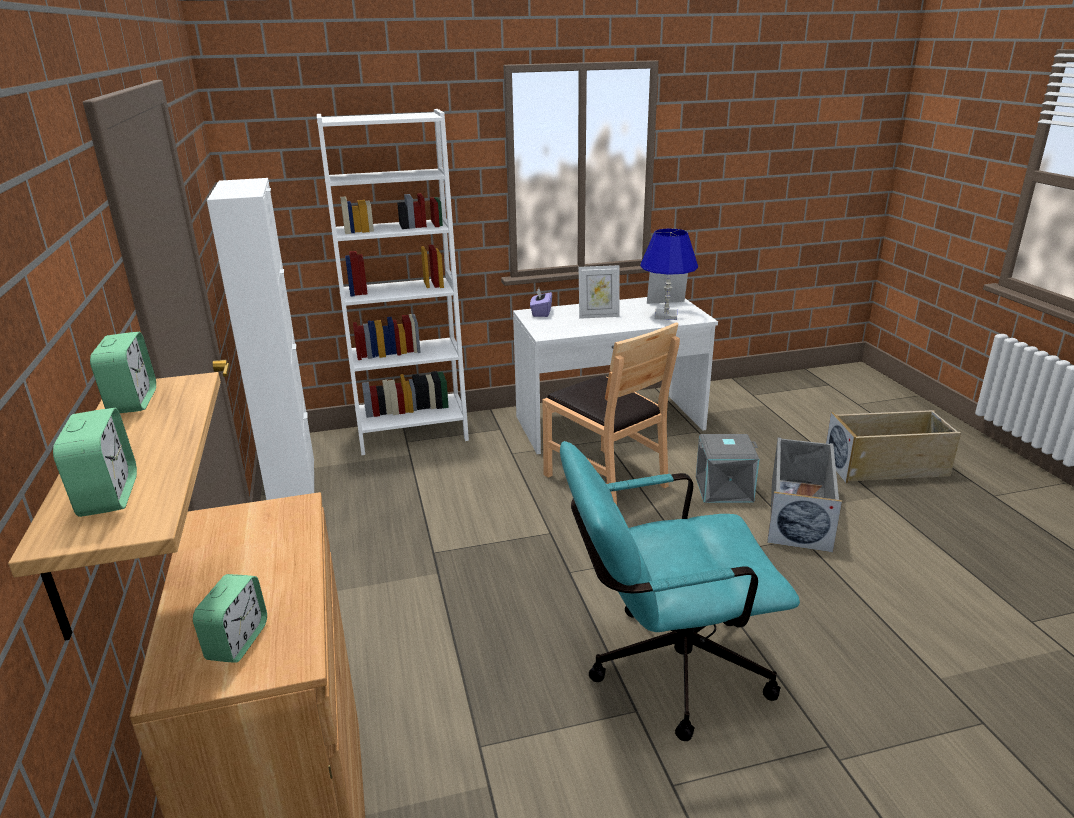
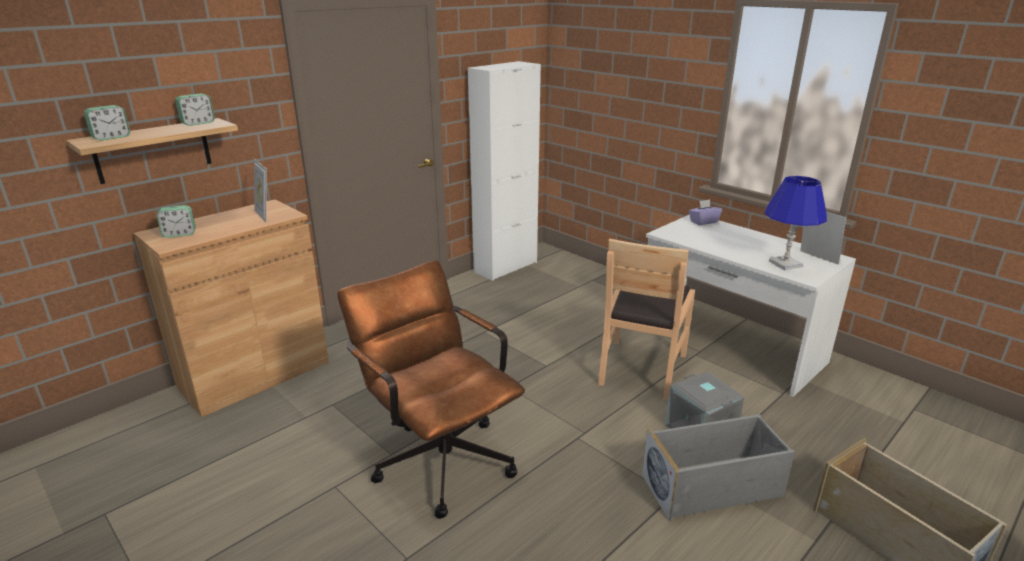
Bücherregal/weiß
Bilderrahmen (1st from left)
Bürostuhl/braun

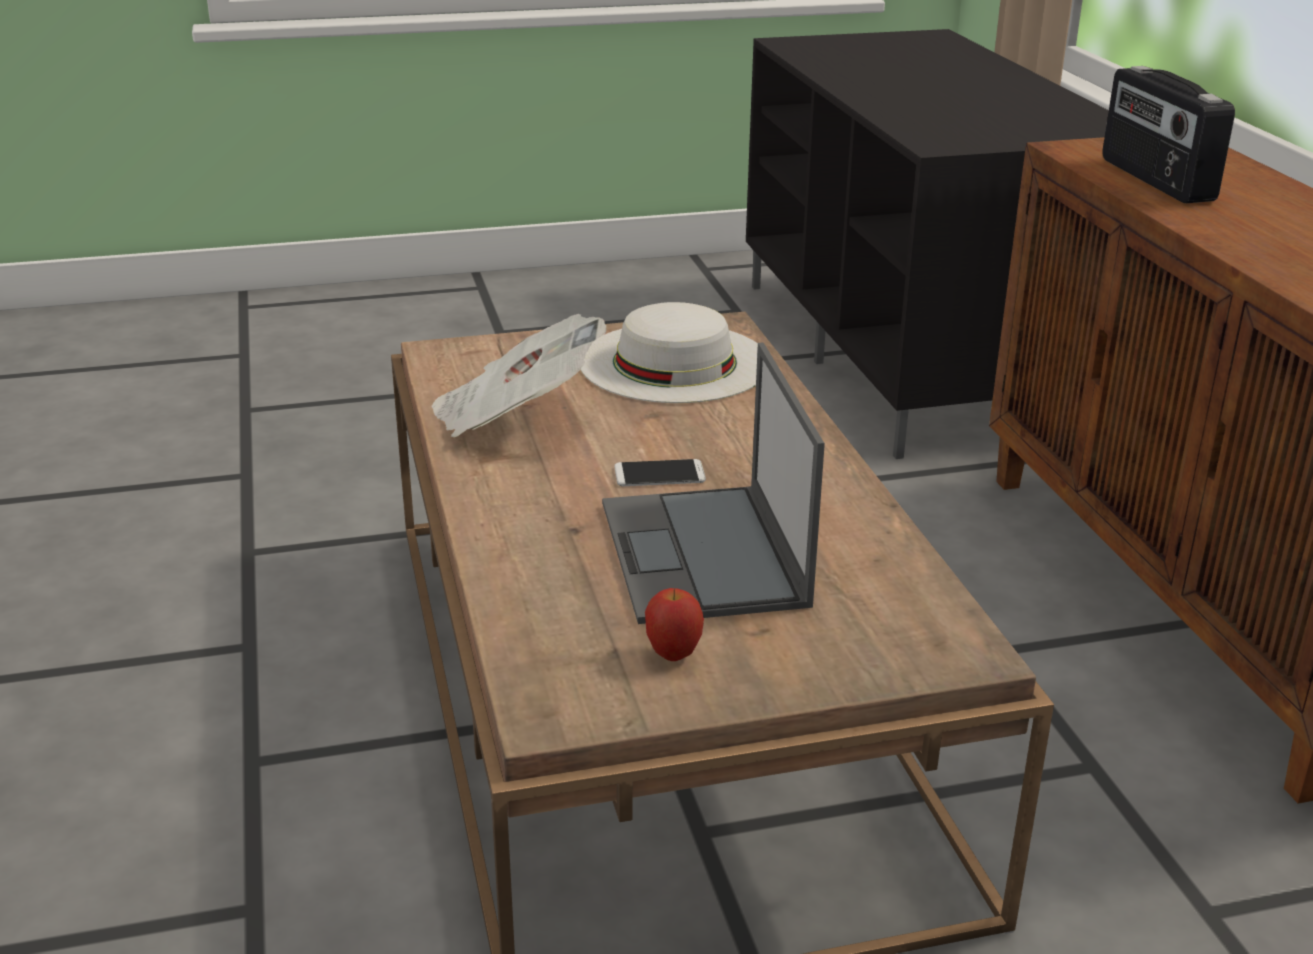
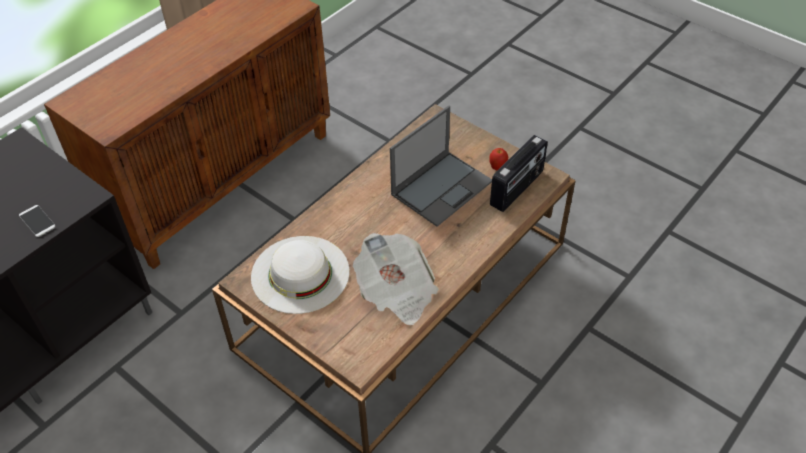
Radio
Handy

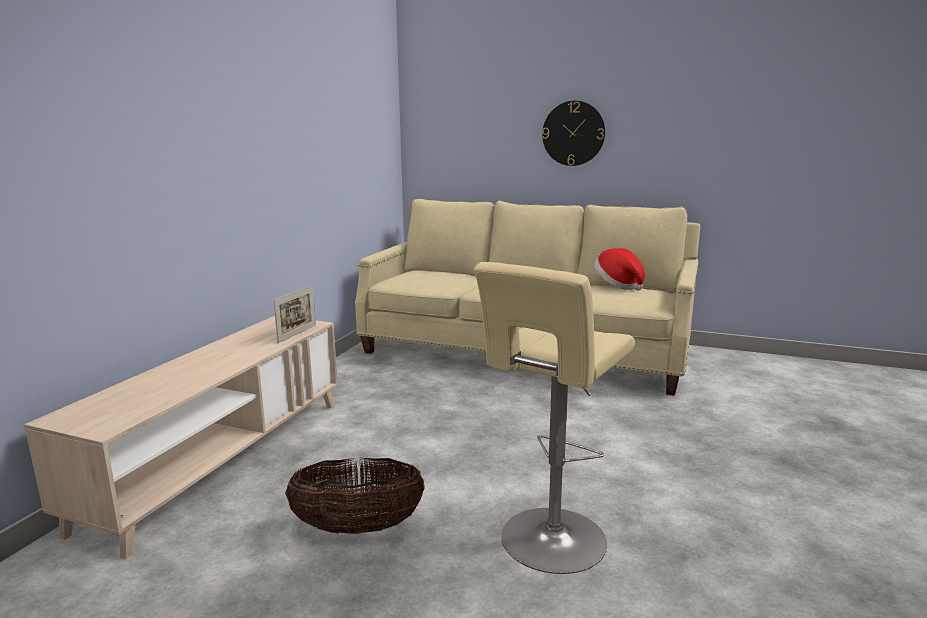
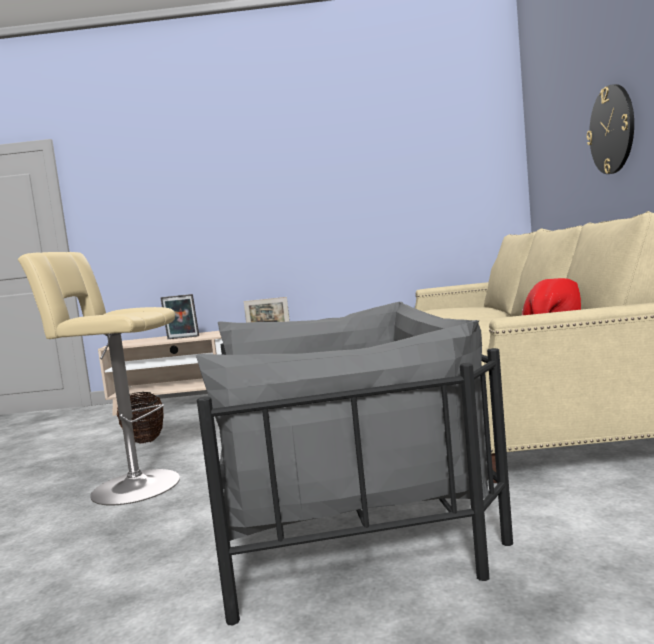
Bilderrahmen (1st from left)
Sessel/grau

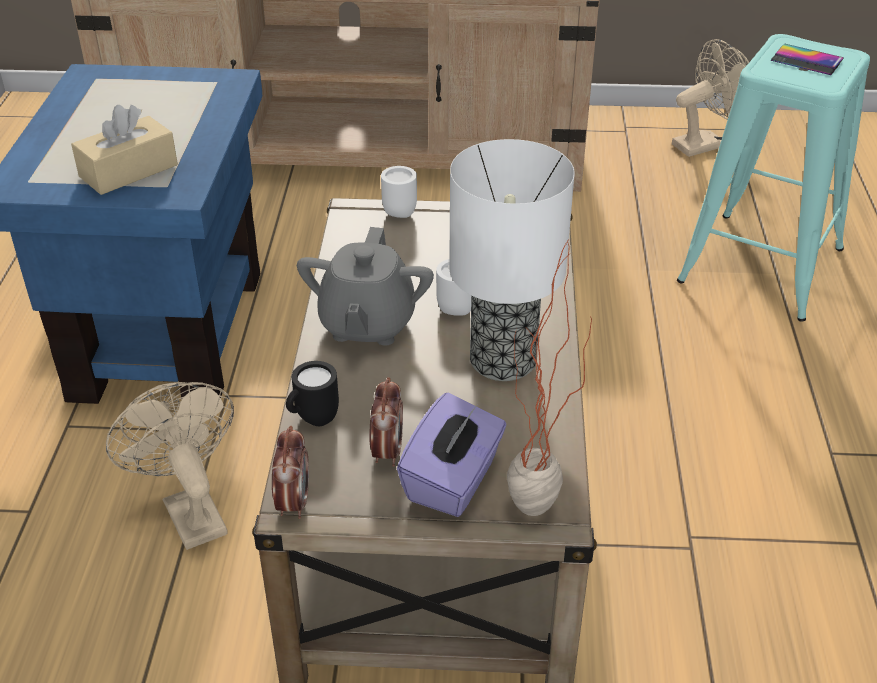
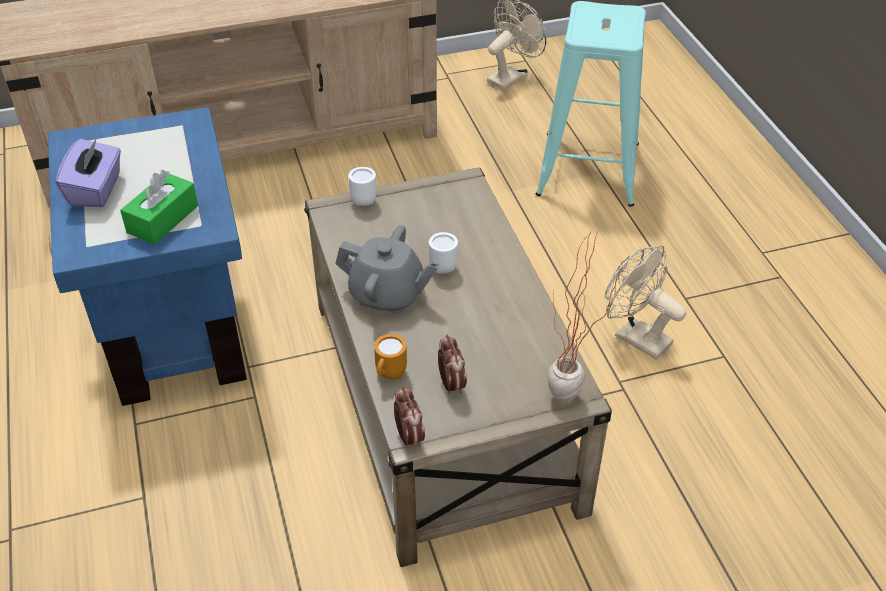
Handy
Taschentuchbox/grün
Tischlampe
Teekanne/grau
Henkelbecher/orange
Ventilator/beige (2nd from left)
Taschentuchbox/lila

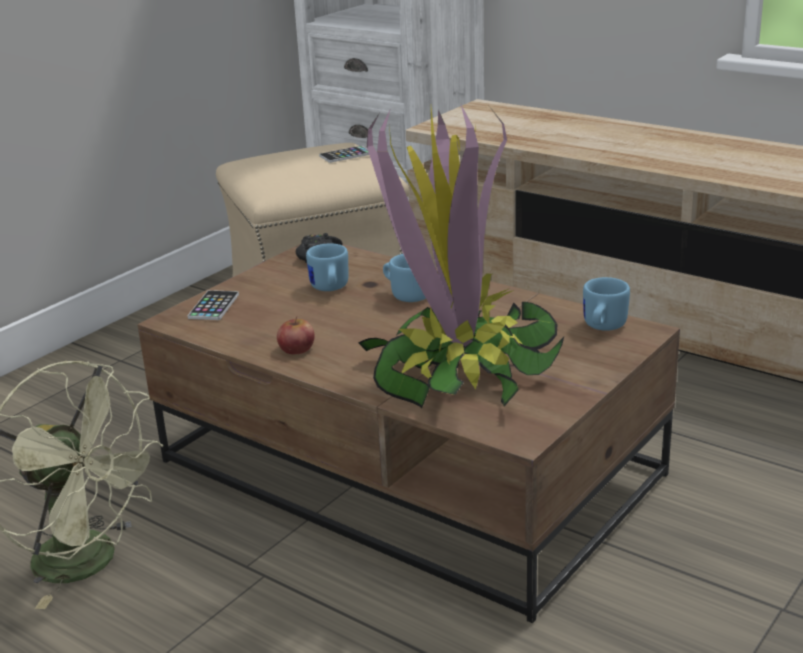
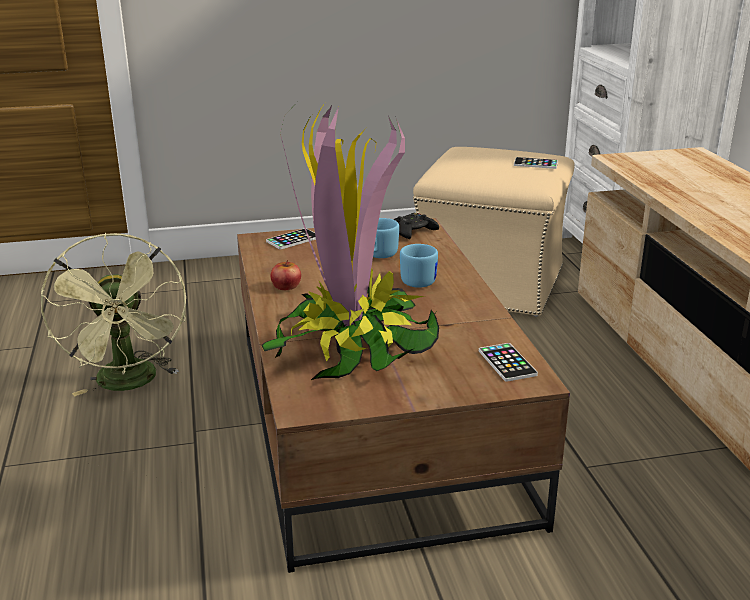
Handy (2nd from left)

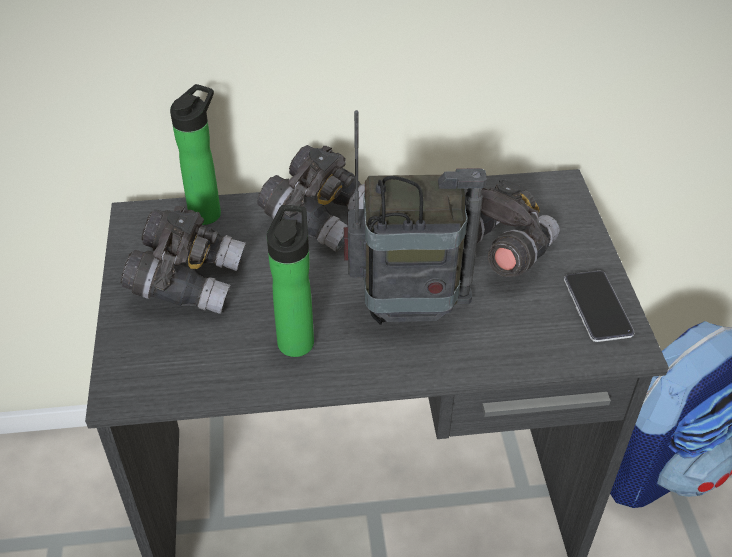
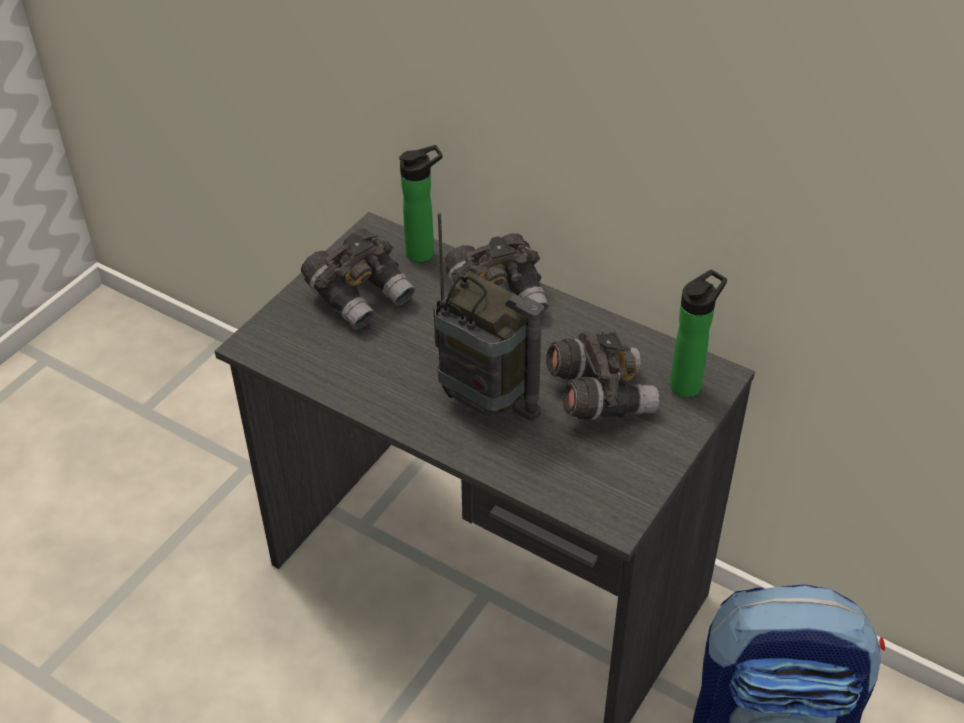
Flasche (2nd from left)
Handy

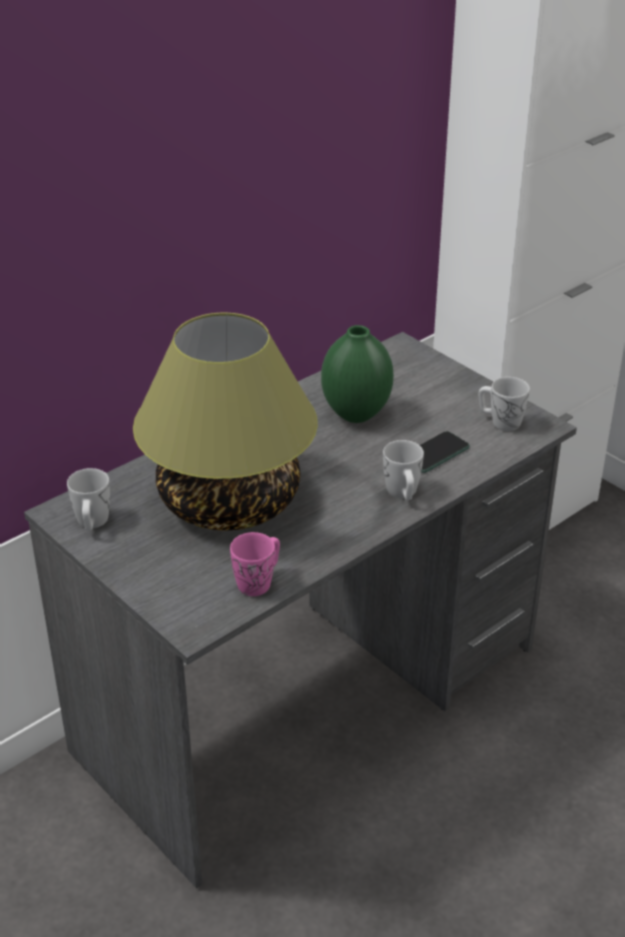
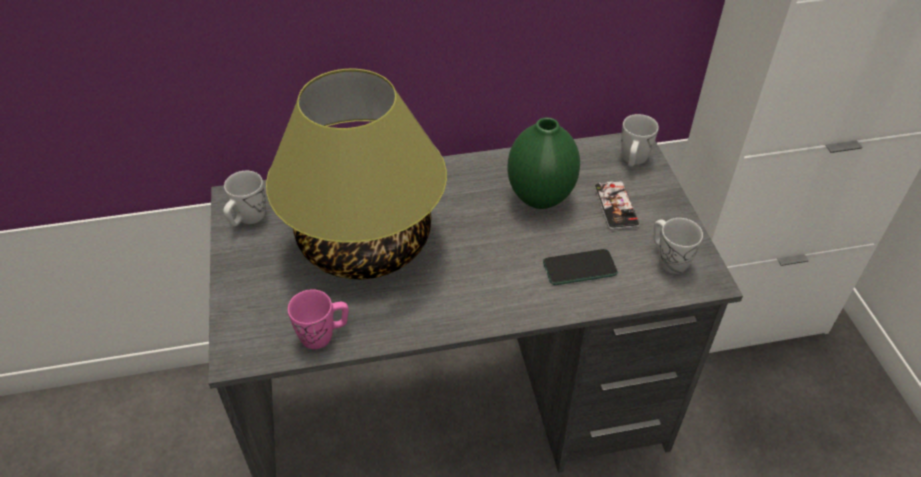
Henkelbecher/weiß (2nd from left)
Handy (2nd from left)

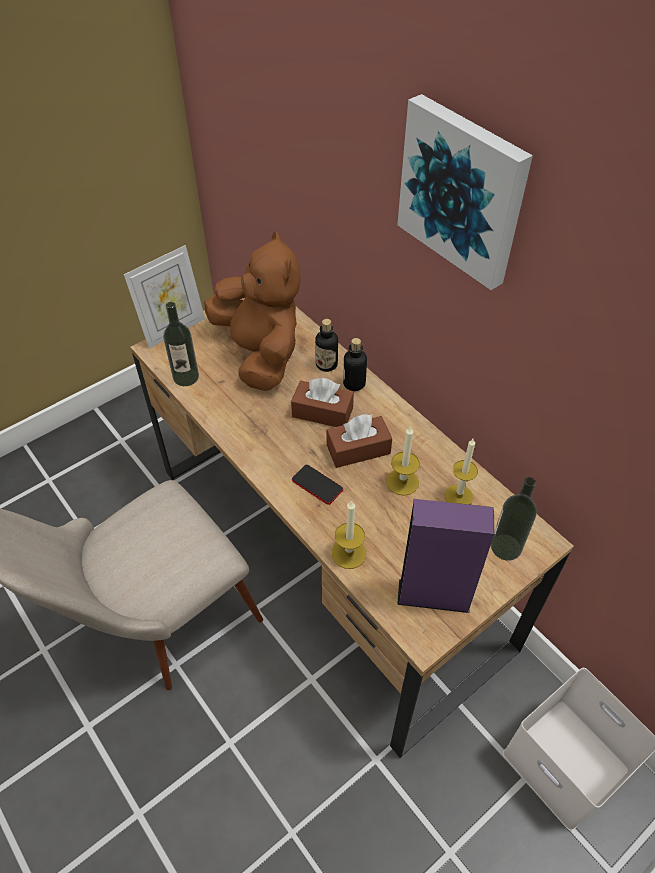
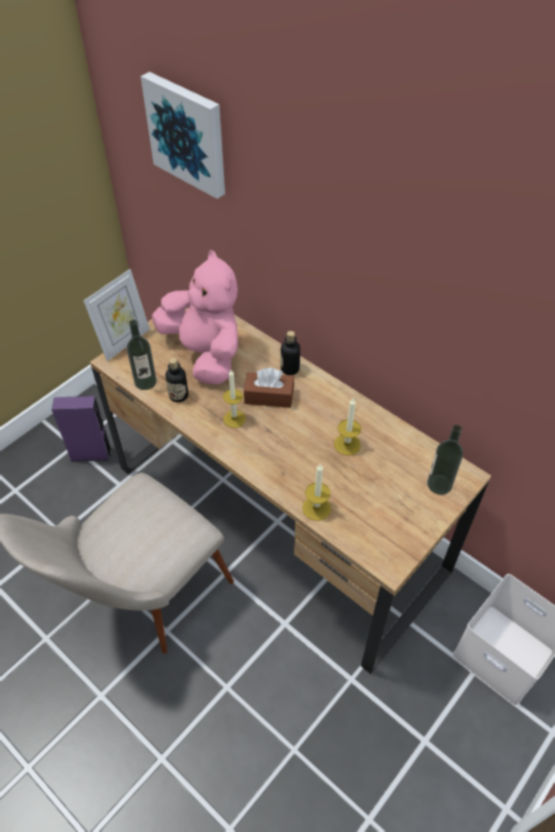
Bild
Plüschtier/rosa
Flasche (2nd from left)
Taschentuchbox/braun (2nd from left in the first image)
Kerze (1st from left)
Handy
Lautsprecher/lila

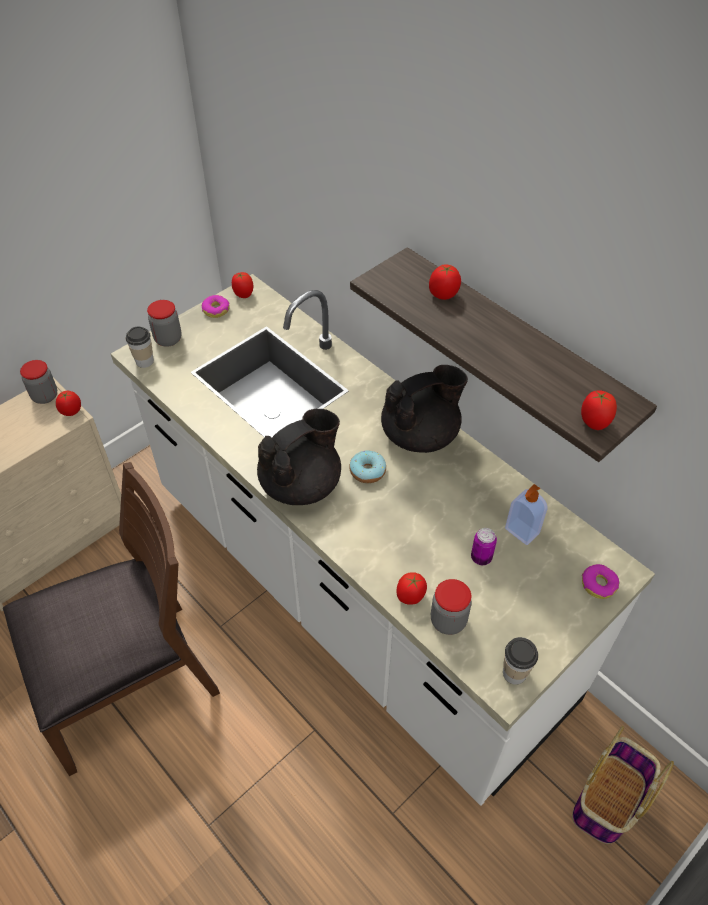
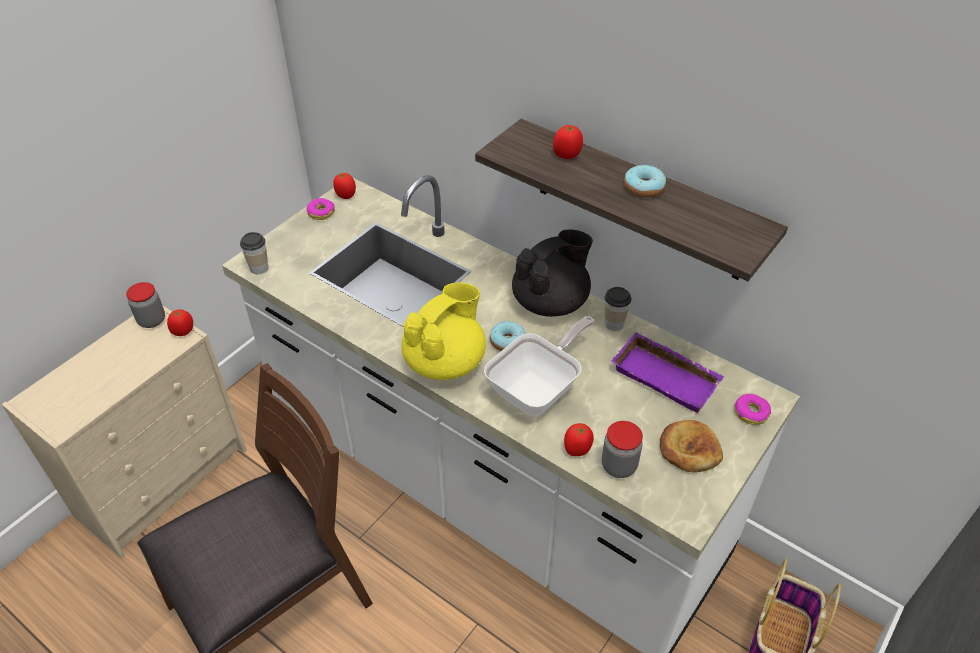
Vorratsglas (2nd from left in the first image)
Tomate (5th from left in the first image)
Teekanne/gelb
Tablett/lila
Dose
Tasse (2nd from left)
Donut (3rd from left)
Pfanne
Brot

